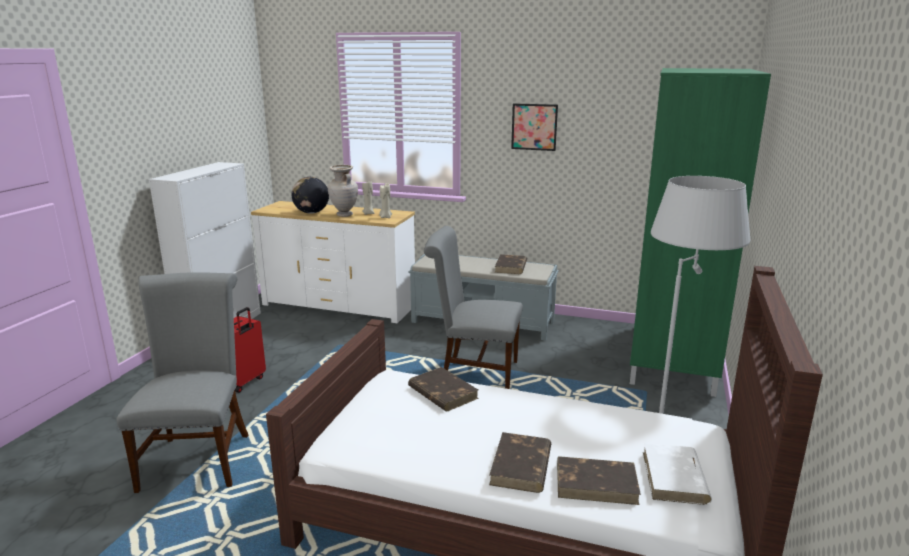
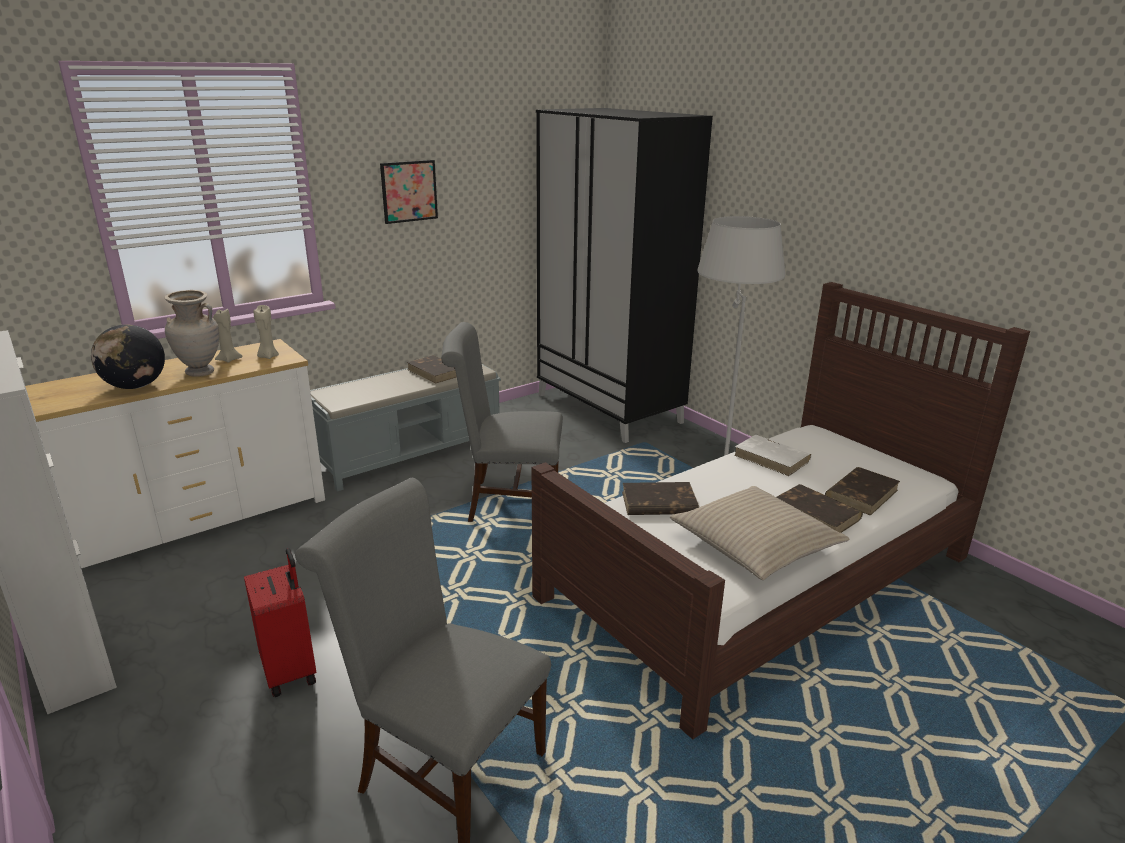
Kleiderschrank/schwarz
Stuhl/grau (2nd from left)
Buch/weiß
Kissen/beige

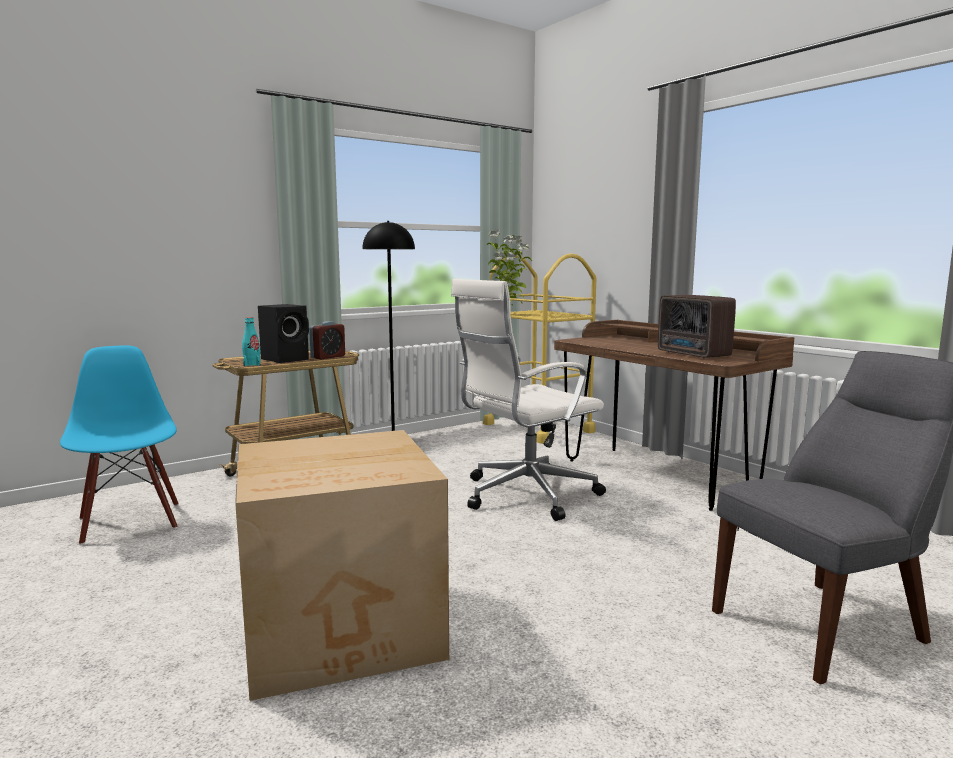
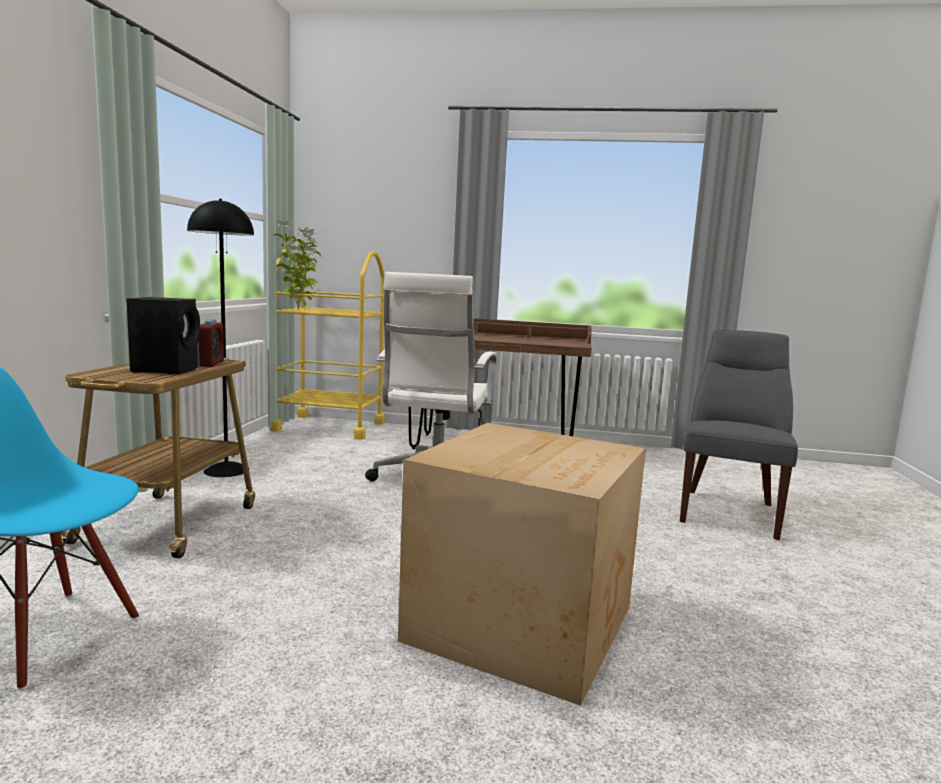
Radio
Flasche/türkis

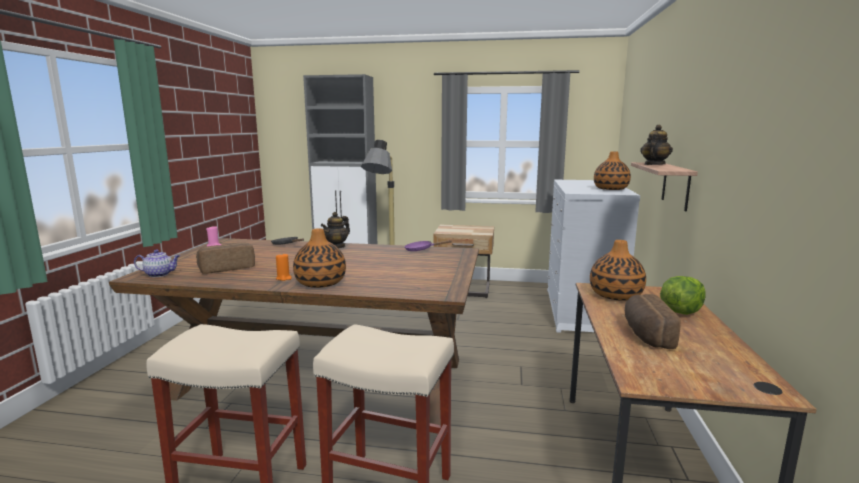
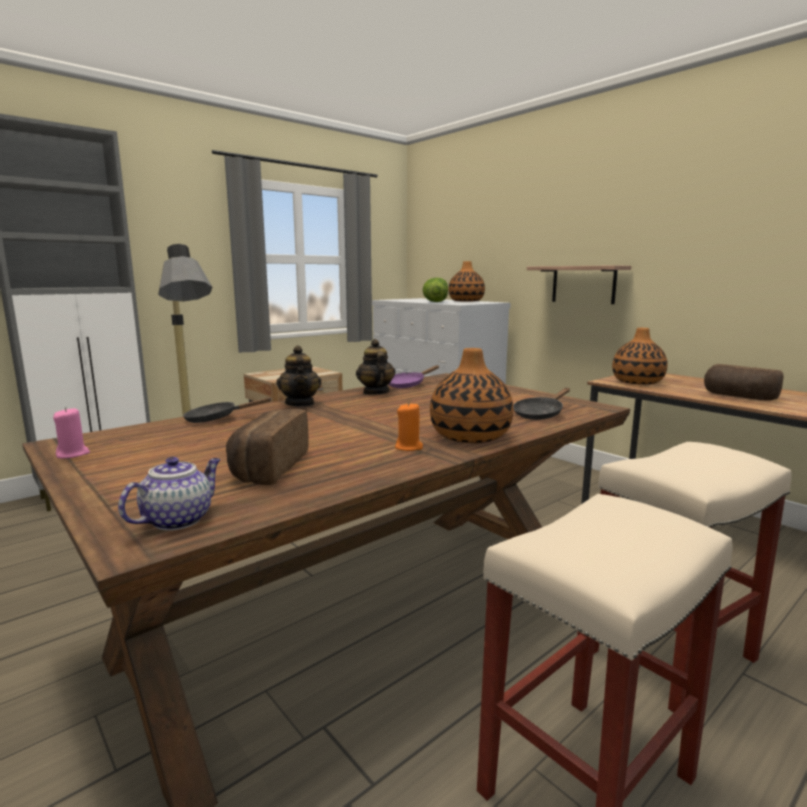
Teekanne (3rd from left)
Salatkopf
Pfanne/schwarz (2nd from left)

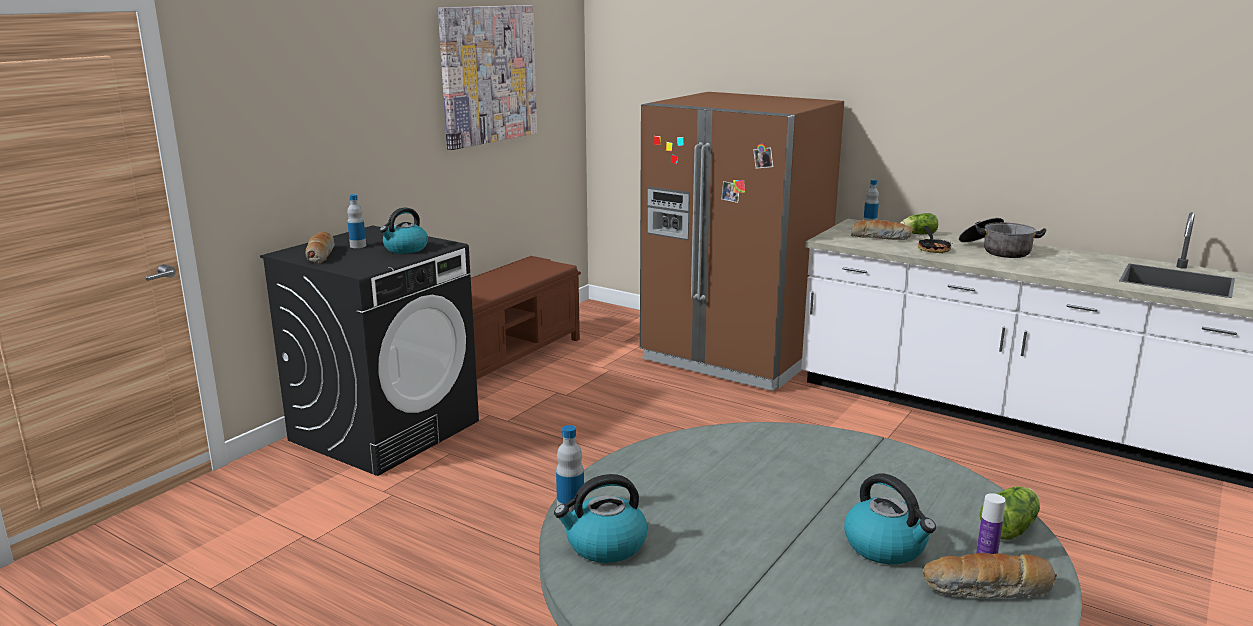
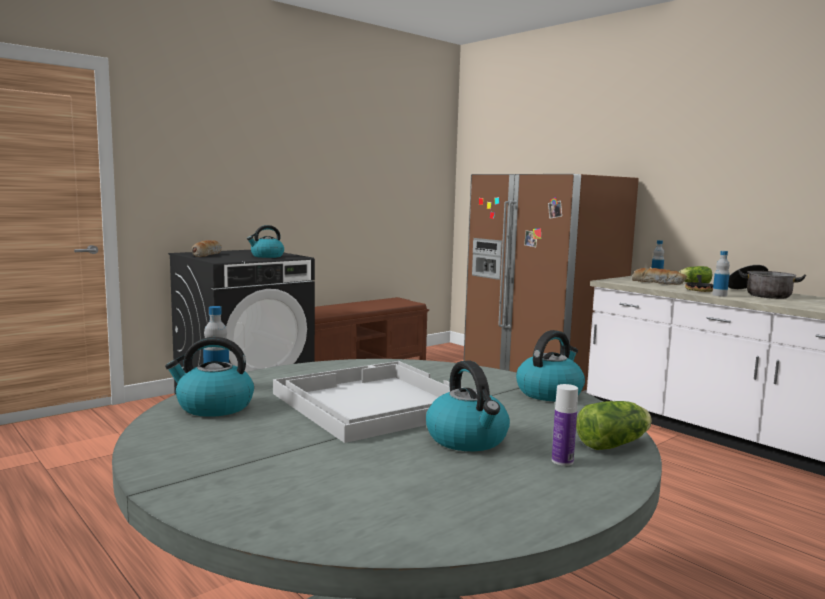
Bild
Flasche (4th from left)
Brot (3rd from left in the first image)
Wasserkessel (4th from left)
Tablett/weiß

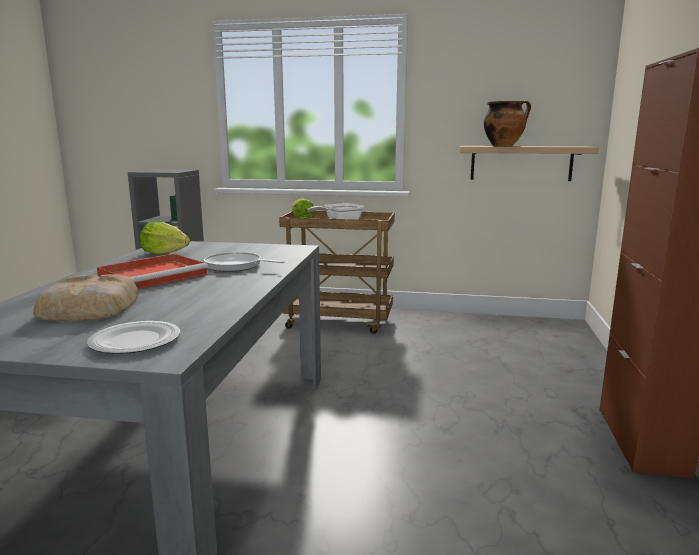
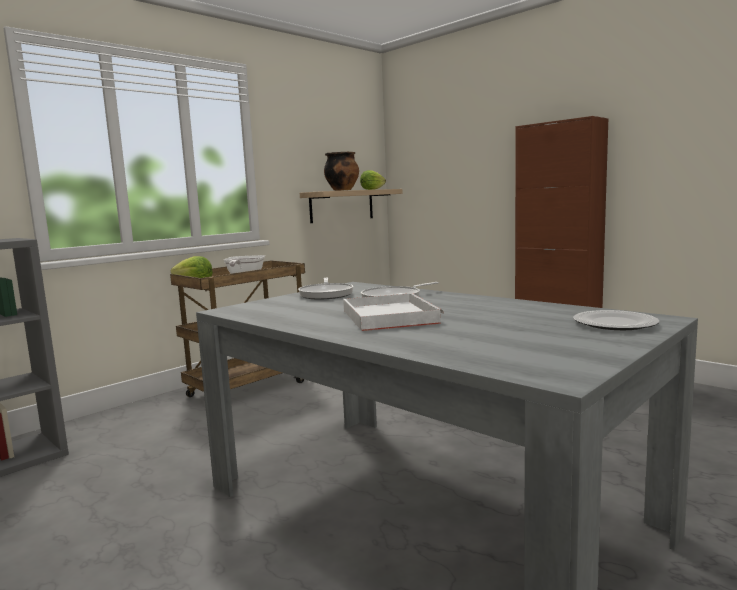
Salatkopf (2nd from left)
Tablett/weiß
Brot
Pfanne (2nd from left)

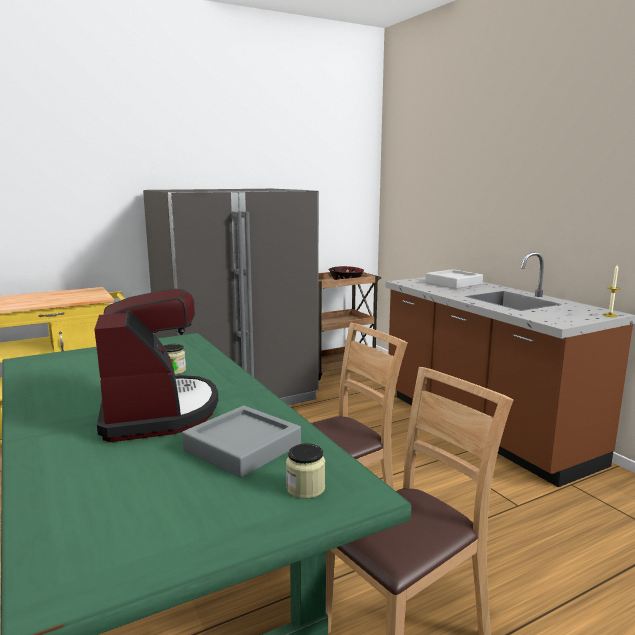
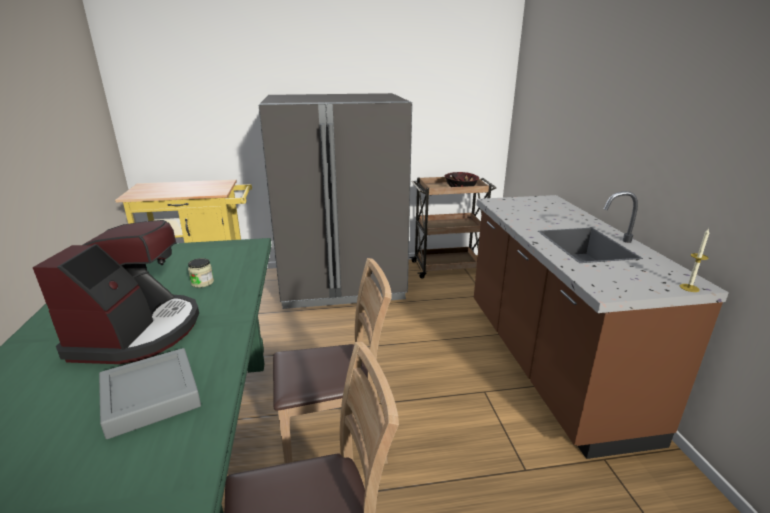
Tablett/grau (2nd from left in the first image)
Vorratsglas (2nd from left in the first image)

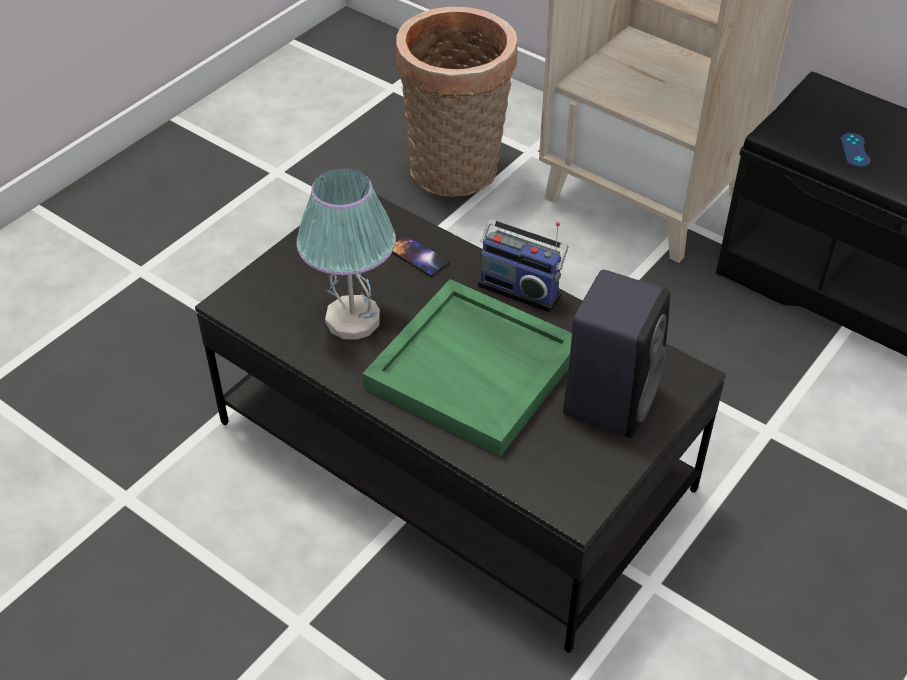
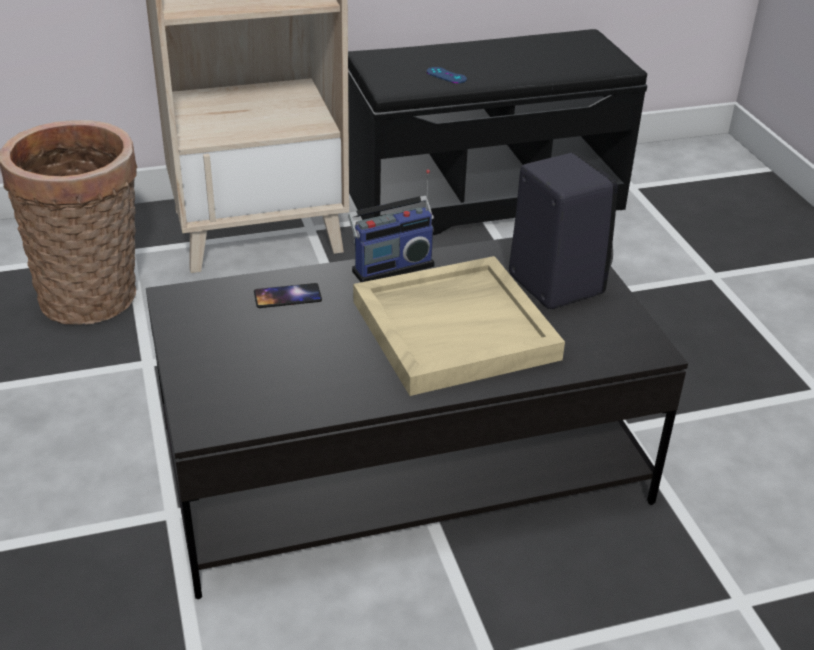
Tischlampe
Tablett/beige

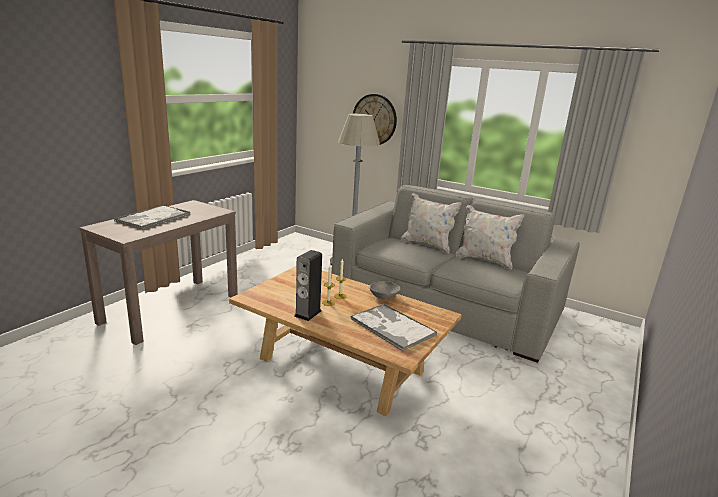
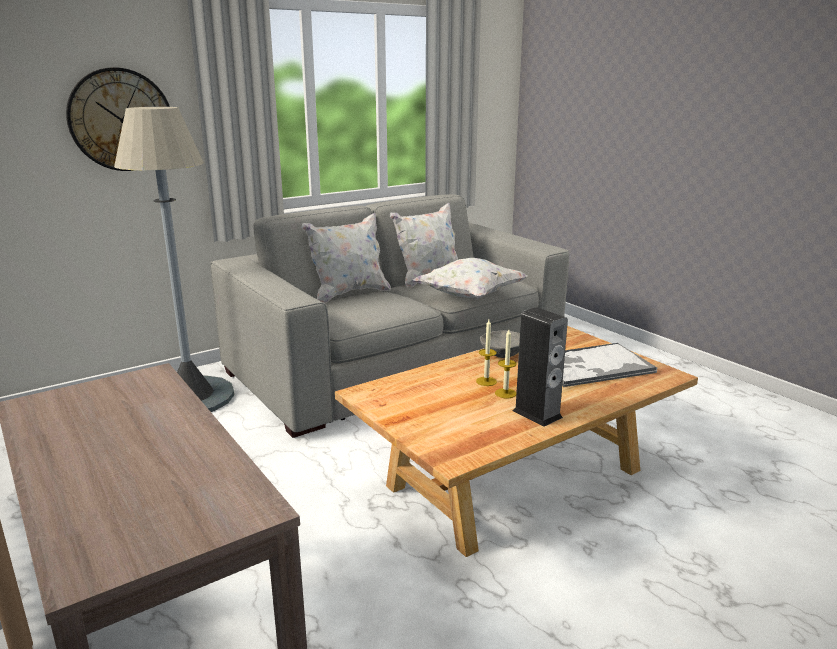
Tablett (1st from left in the first image)
Kissen/weiß (3rd from left)

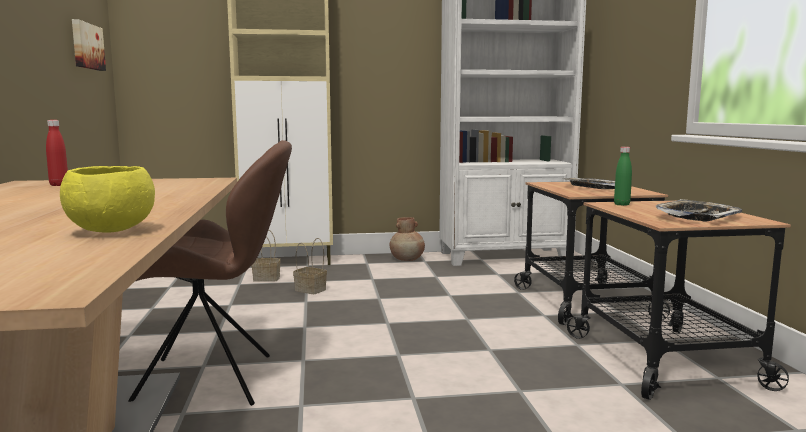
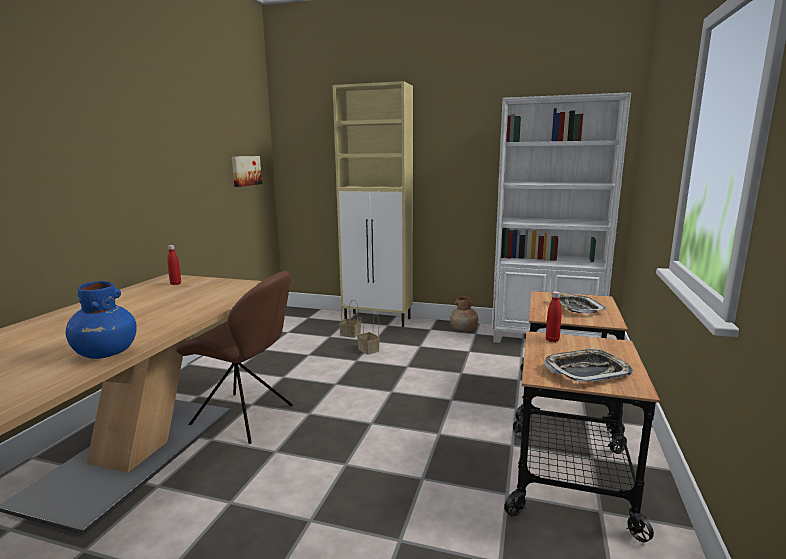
Flasche/rot (2nd from left)
Vase/blau

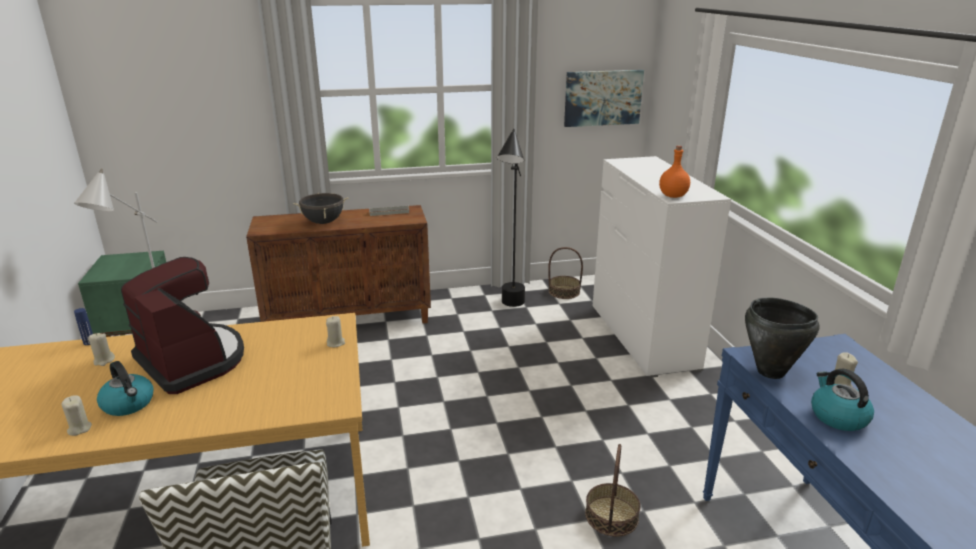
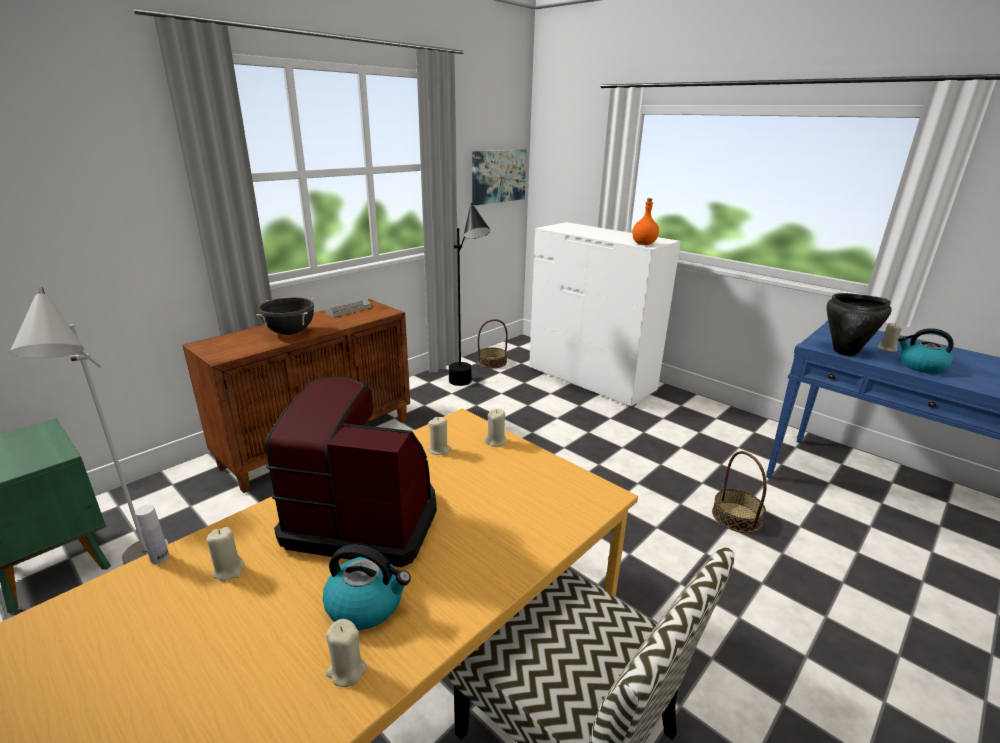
Flasche/weiß
Kerze/beige (3rd from left)

